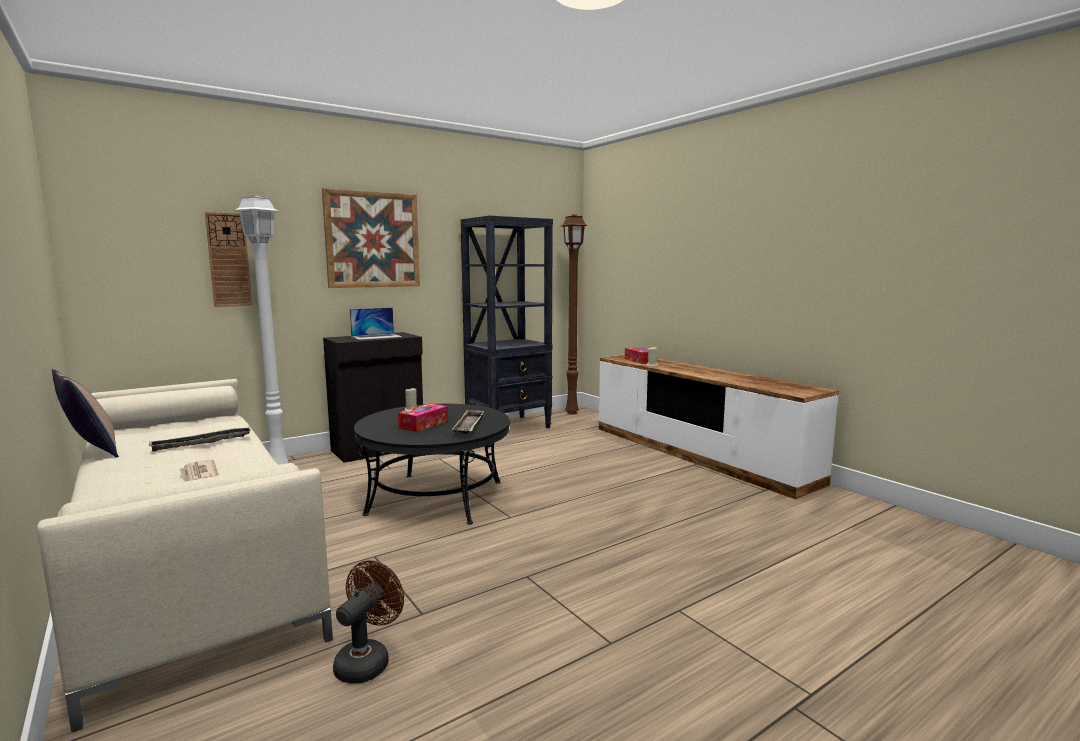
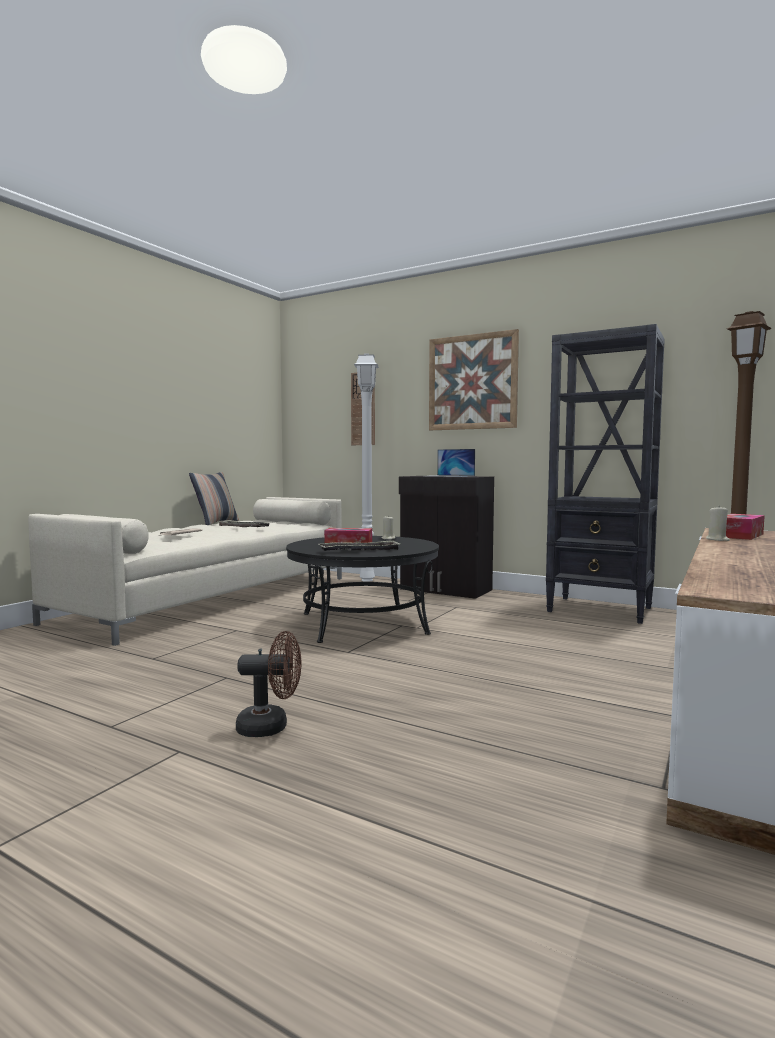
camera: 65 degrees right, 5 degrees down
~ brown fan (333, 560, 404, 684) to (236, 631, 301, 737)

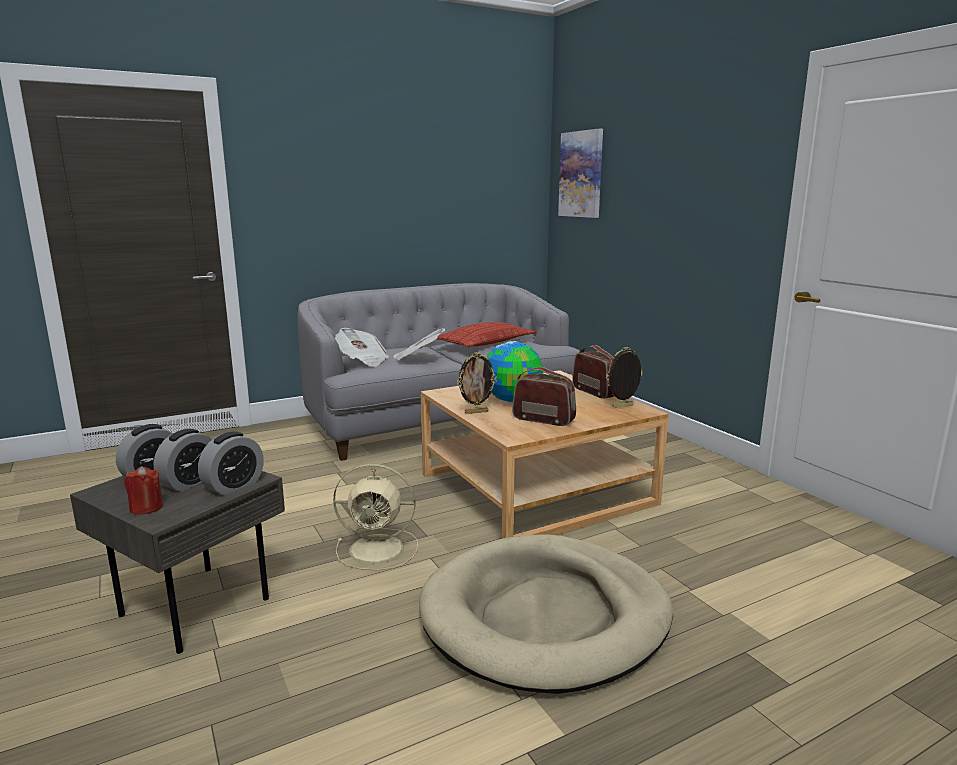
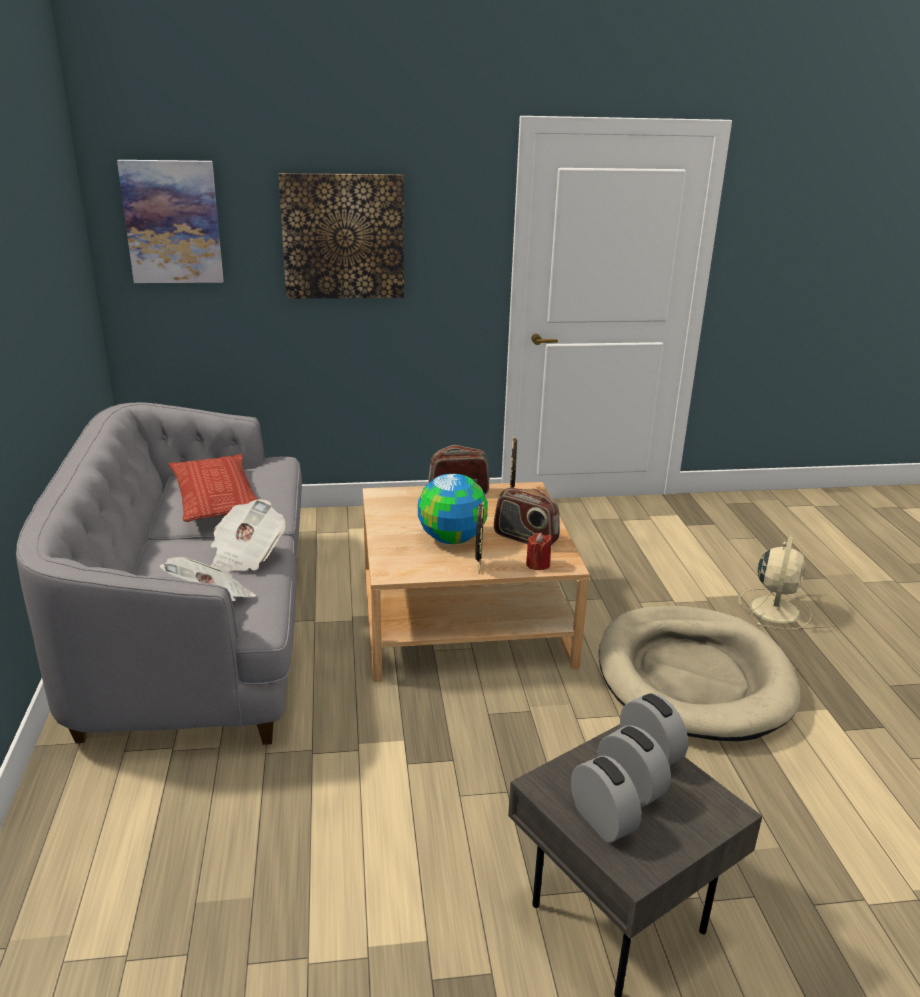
camera: 70 degrees left, 10 degrees up
~ red candle (124, 466, 163, 515) to (526, 533, 552, 570)
~ beige fan (333, 464, 418, 570) to (739, 534, 812, 630)
~ radio (512, 367, 576, 426) = (494, 488, 560, 545) 105 degrees counterclockwise
+ picture (279, 173, 404, 299)

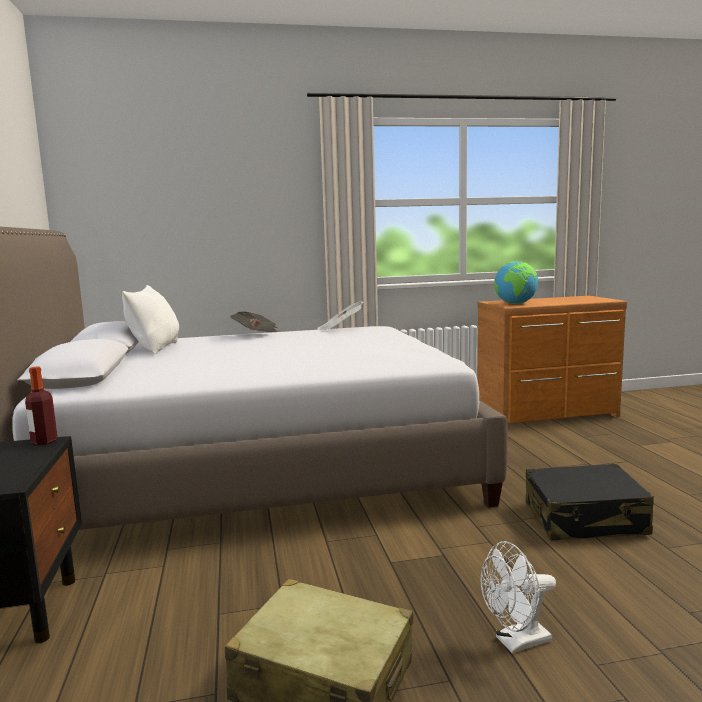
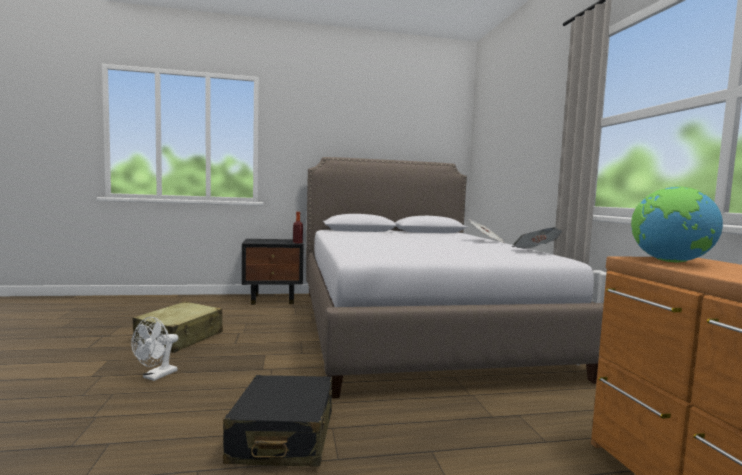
camera: 90 degrees right, 5 degrees down
- white pillow (122, 285, 179, 354)
~ white fan (480, 541, 556, 653) = (131, 317, 178, 381) 135 degrees counterclockwise

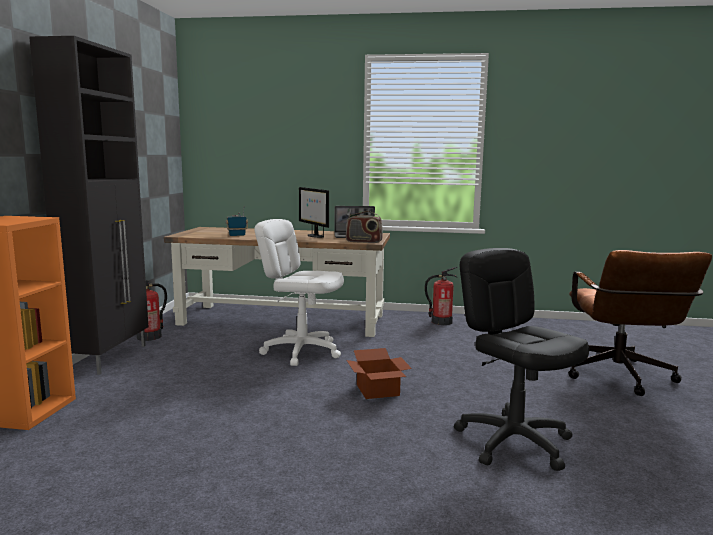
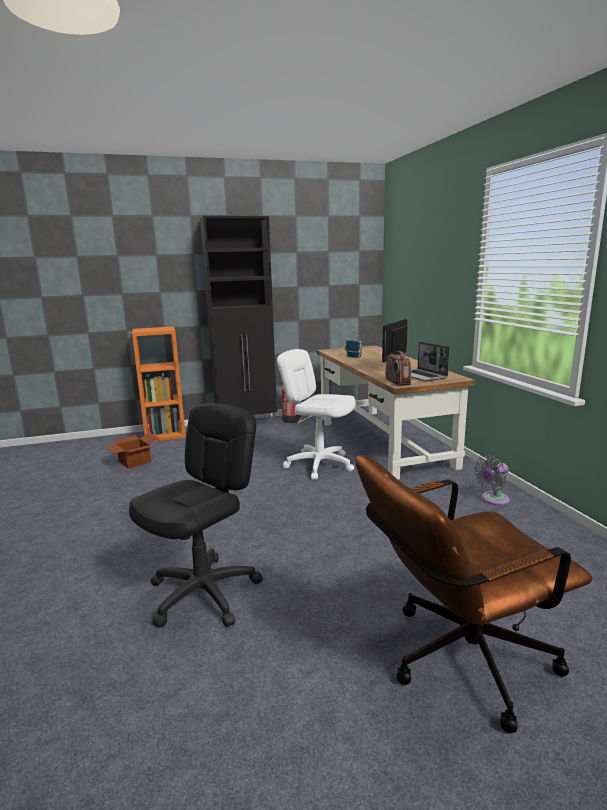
camera: 65 degrees right, 5 degrees up
~ white office chair (255, 219, 344, 366) = (277, 349, 356, 480) 60 degrees counterclockwise
~ cardboard box (346, 348, 412, 399) to (105, 432, 159, 468)
~ fire extinguisher (425, 267, 457, 325) to grey fan (474, 456, 510, 505)

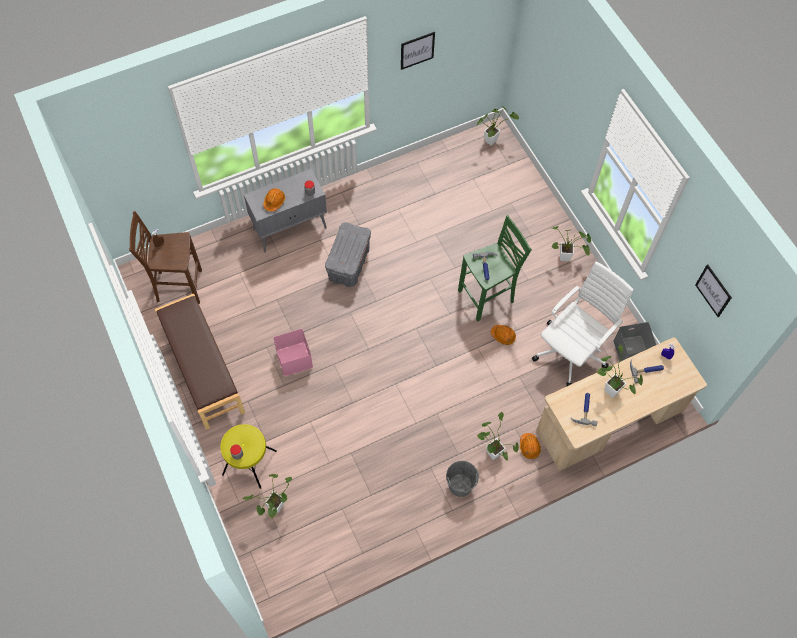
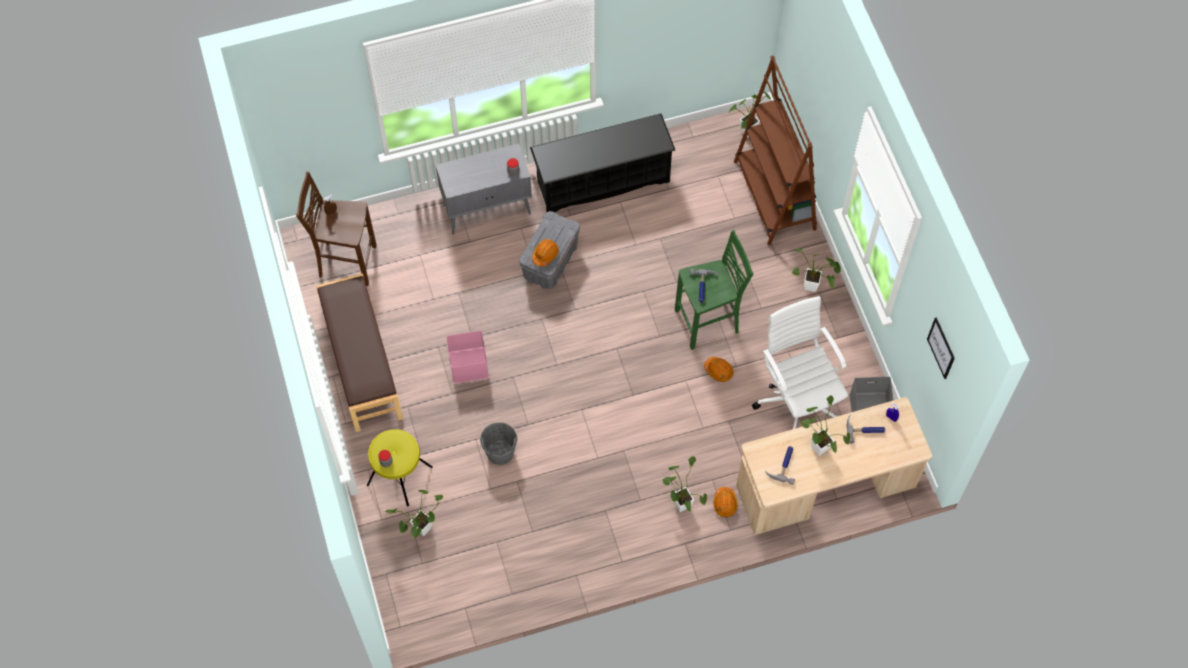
camera: 10 degrees right, 0 degrees up
~ orange hard hat (263, 188, 285, 212) to (532, 239, 559, 266)
- picture (401, 32, 435, 70)
~ grey bucket (446, 461, 479, 497) to (480, 422, 518, 465)
~ white office chair (532, 261, 634, 386) = (752, 296, 848, 429) 75 degrees counterclockwise
+ black shoe rack (530, 113, 675, 213)
+ brown bookcase (734, 55, 817, 245)

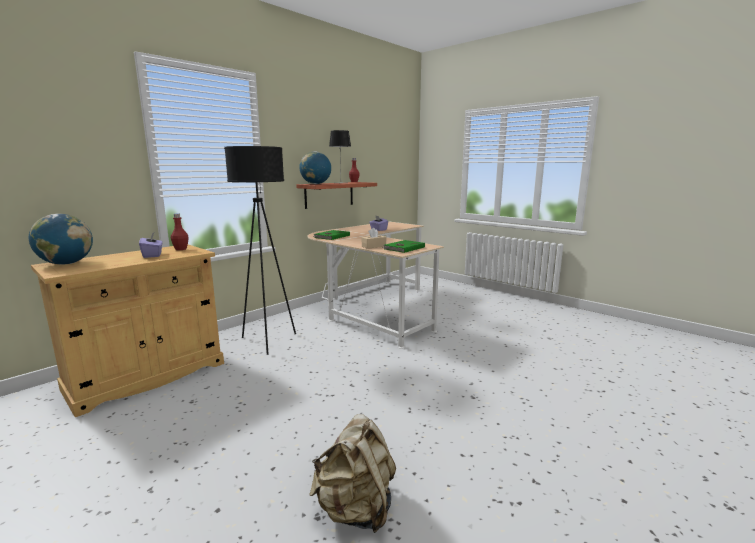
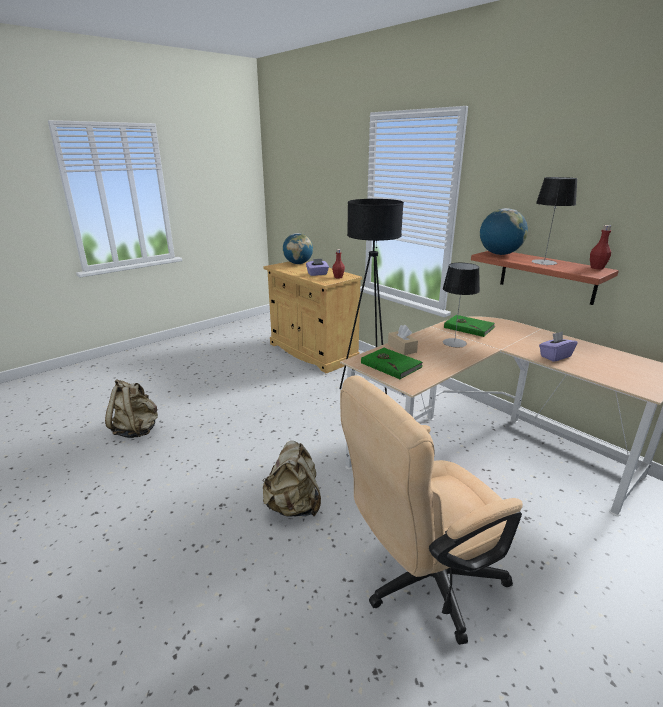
camera: 95 degrees right, 10 degrees up
+ beige backpack (262, 441, 321, 517)
+ beige office chair (340, 375, 523, 645)
+ table lamp (443, 263, 480, 347)

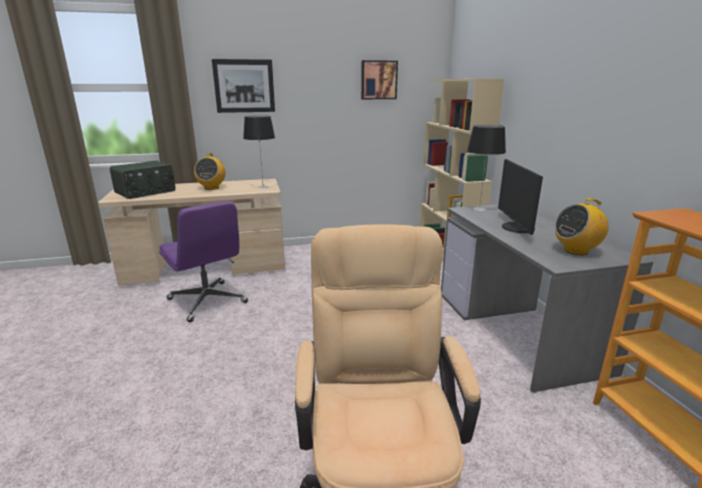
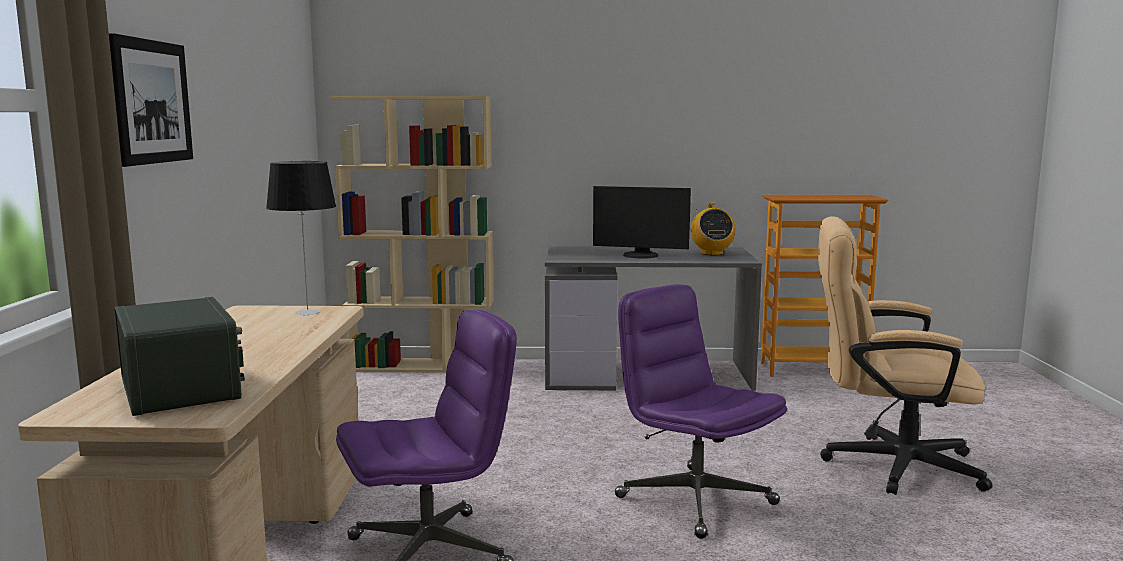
camera: 75 degrees left, 10 degrees down
- radio (194, 153, 226, 190)
- picture (361, 60, 398, 99)
- table lamp (467, 125, 506, 211)
+ purple office chair (615, 284, 787, 539)

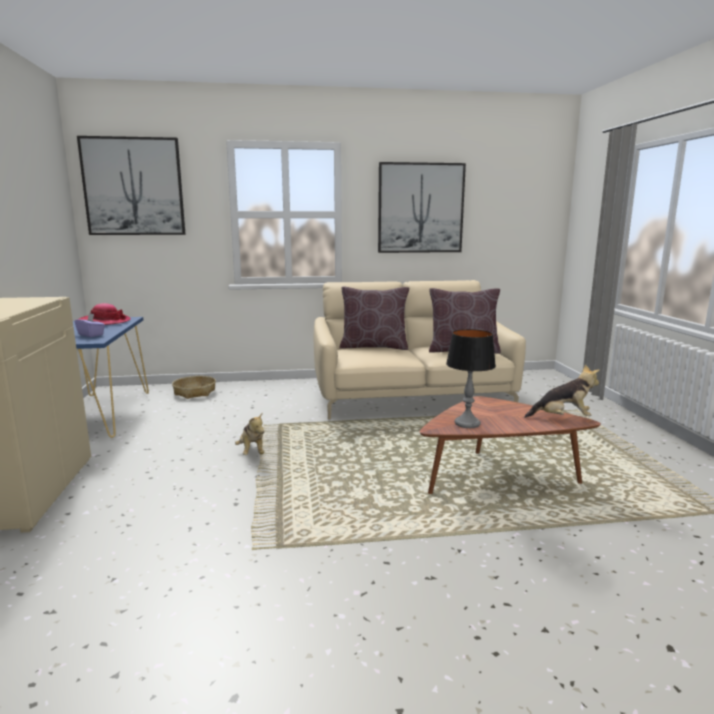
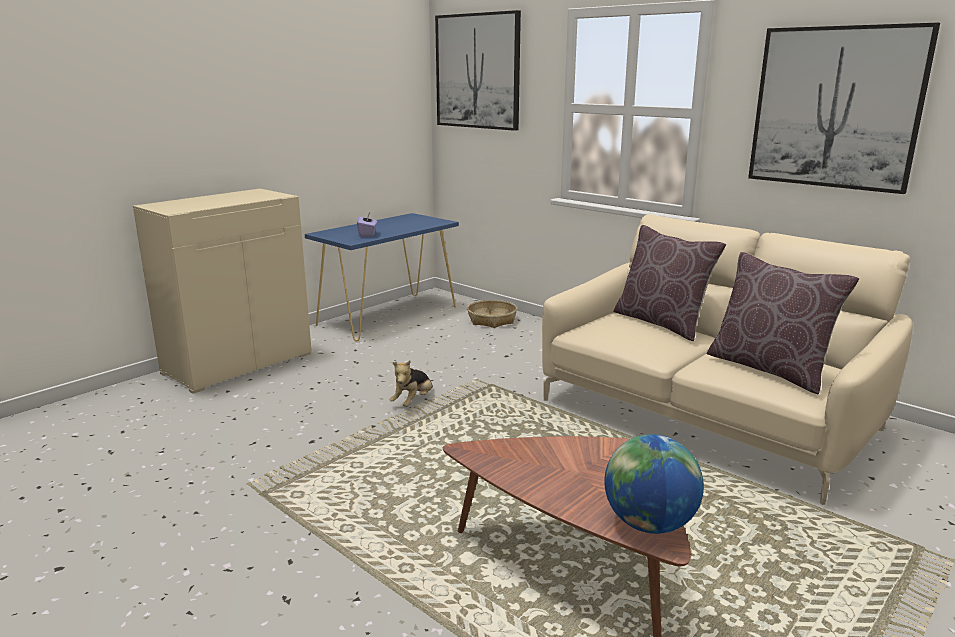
camera: 50 degrees right, 5 degrees up
- hat (79, 303, 131, 325)
- table lamp (446, 329, 496, 428)
~ plush toy (524, 364, 599, 418) to globe (604, 434, 704, 534)

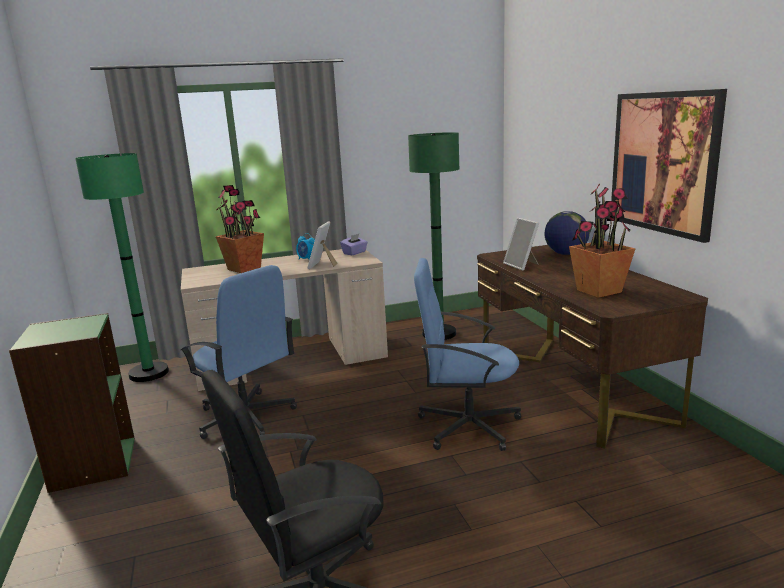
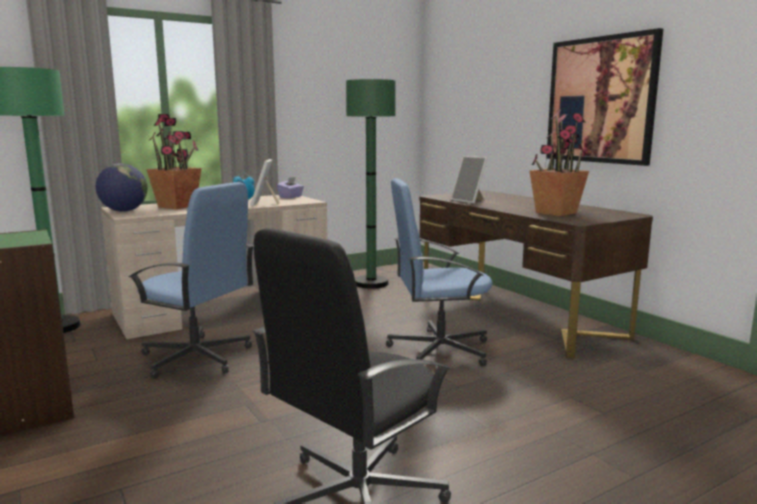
camera: 15 degrees left, 5 degrees down
~ globe (545, 211, 590, 255) to (96, 163, 148, 212)

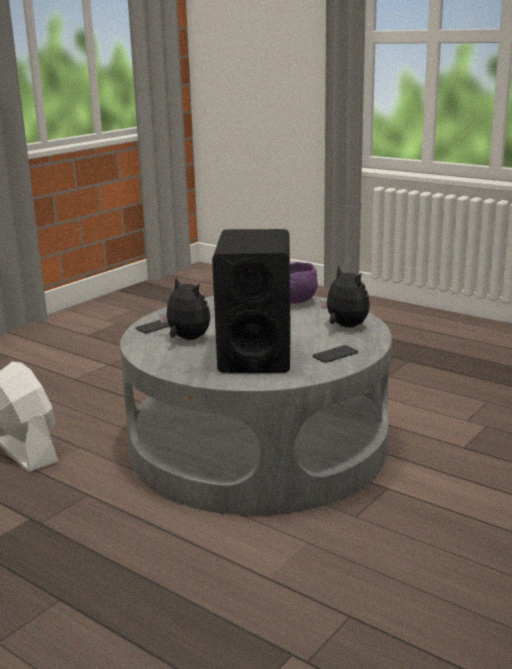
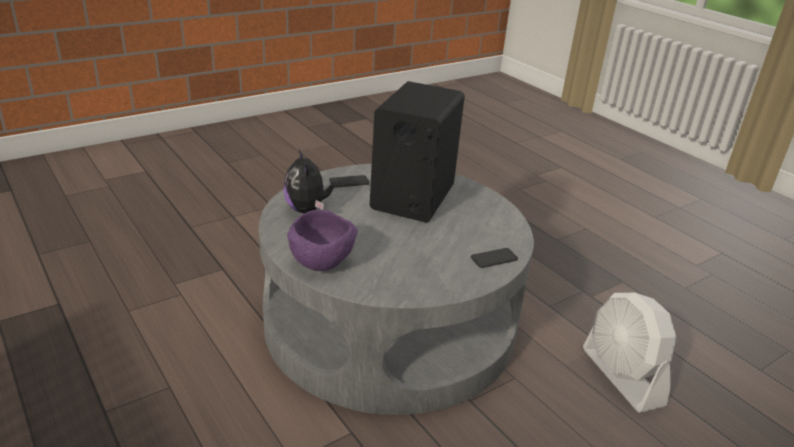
camera: 165 degrees left, 10 degrees up
- plush toy (160, 277, 211, 340)

